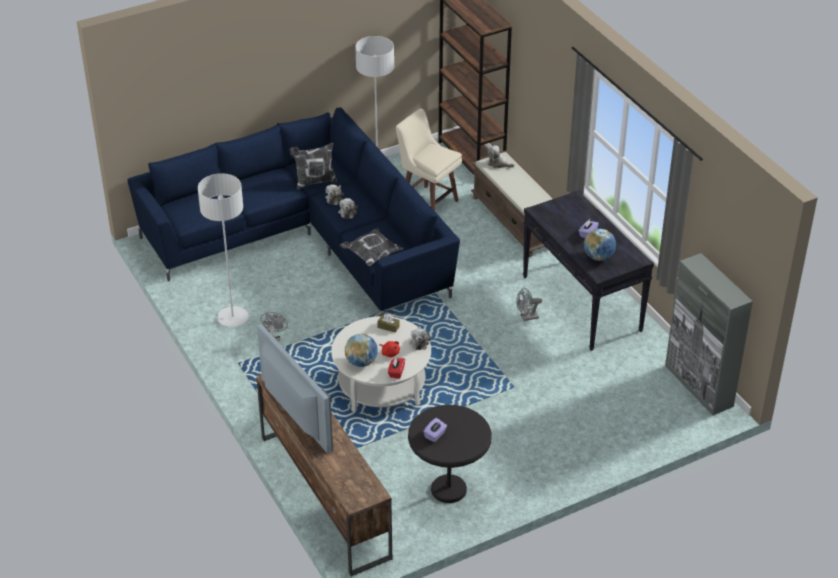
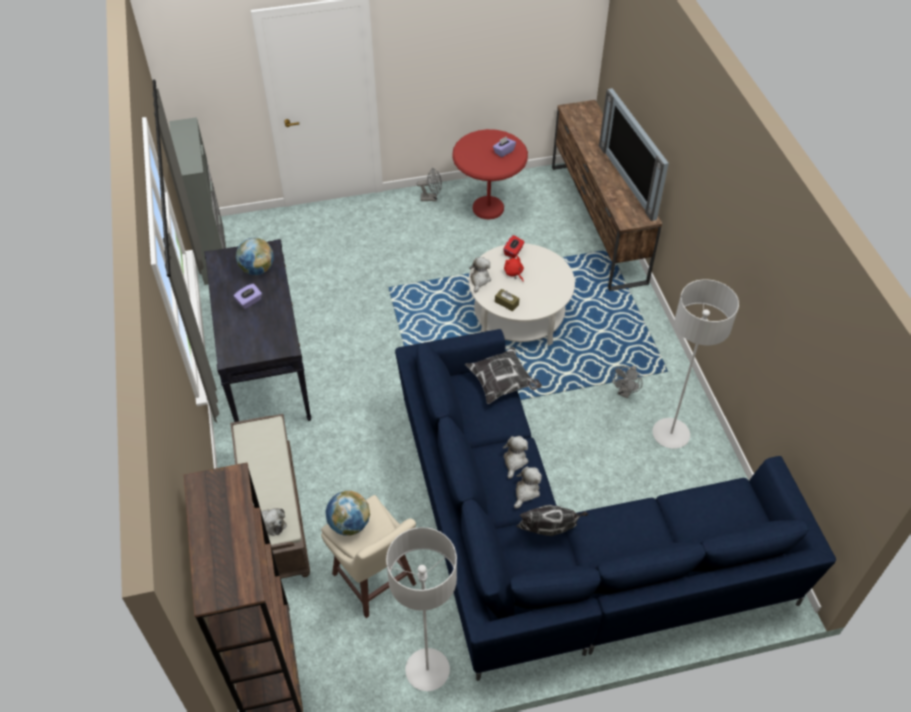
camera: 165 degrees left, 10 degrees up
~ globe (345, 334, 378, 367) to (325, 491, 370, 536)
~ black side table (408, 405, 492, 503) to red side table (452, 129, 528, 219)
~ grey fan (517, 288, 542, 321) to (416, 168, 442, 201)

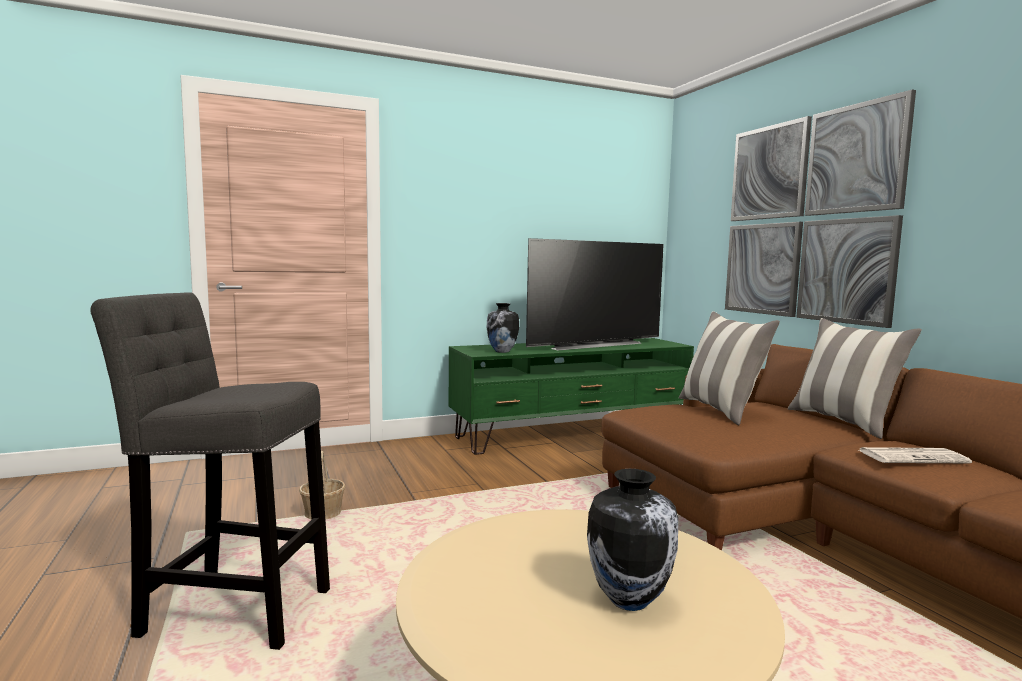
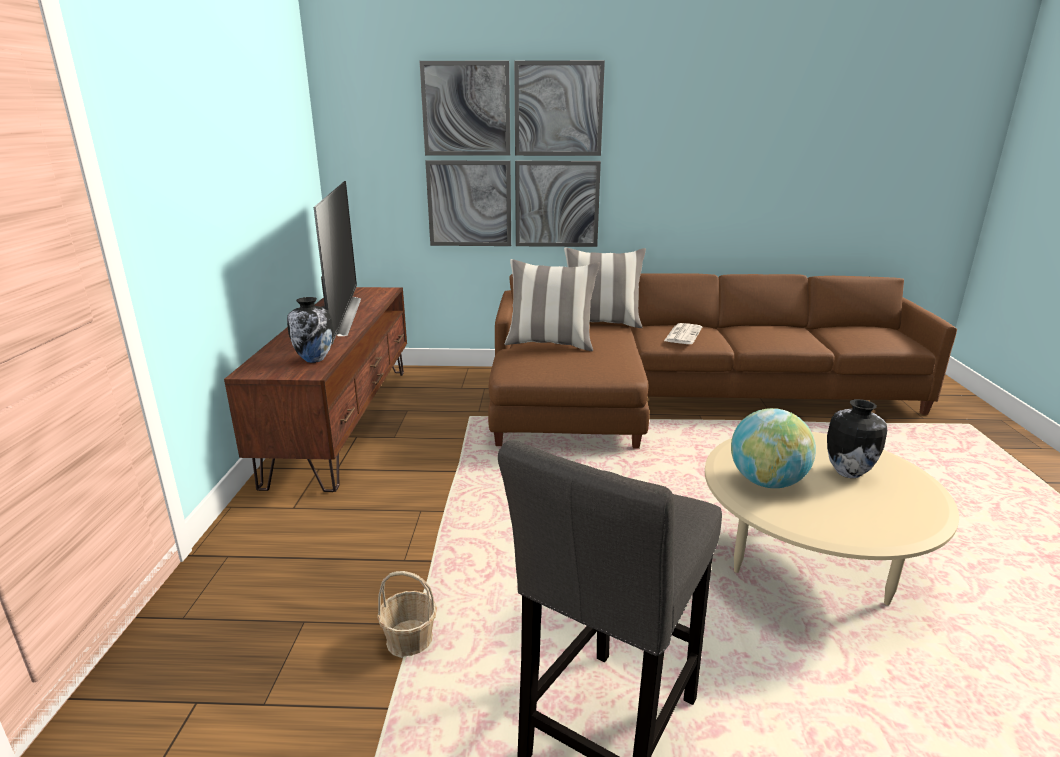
camera: 65 degrees left, 15 degrees up
~ green tv stand (449, 338, 694, 455) to brown tv stand (224, 287, 407, 492)
+ globe (731, 408, 816, 488)

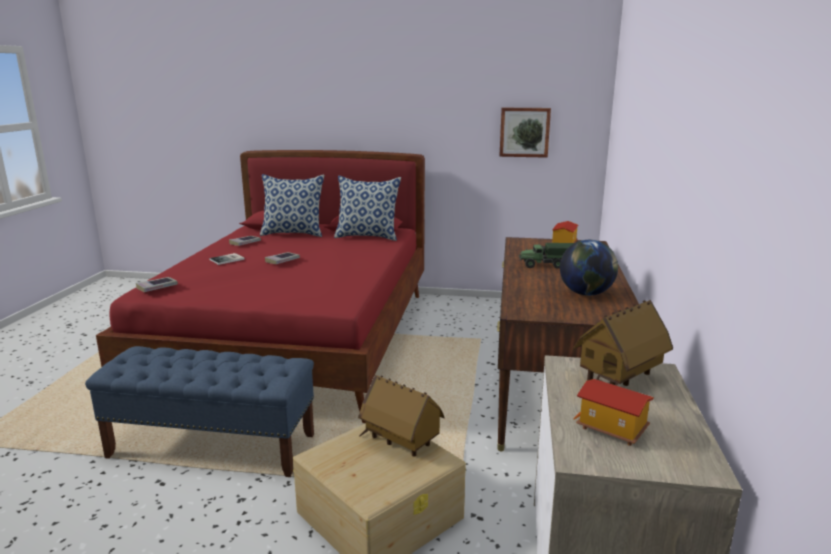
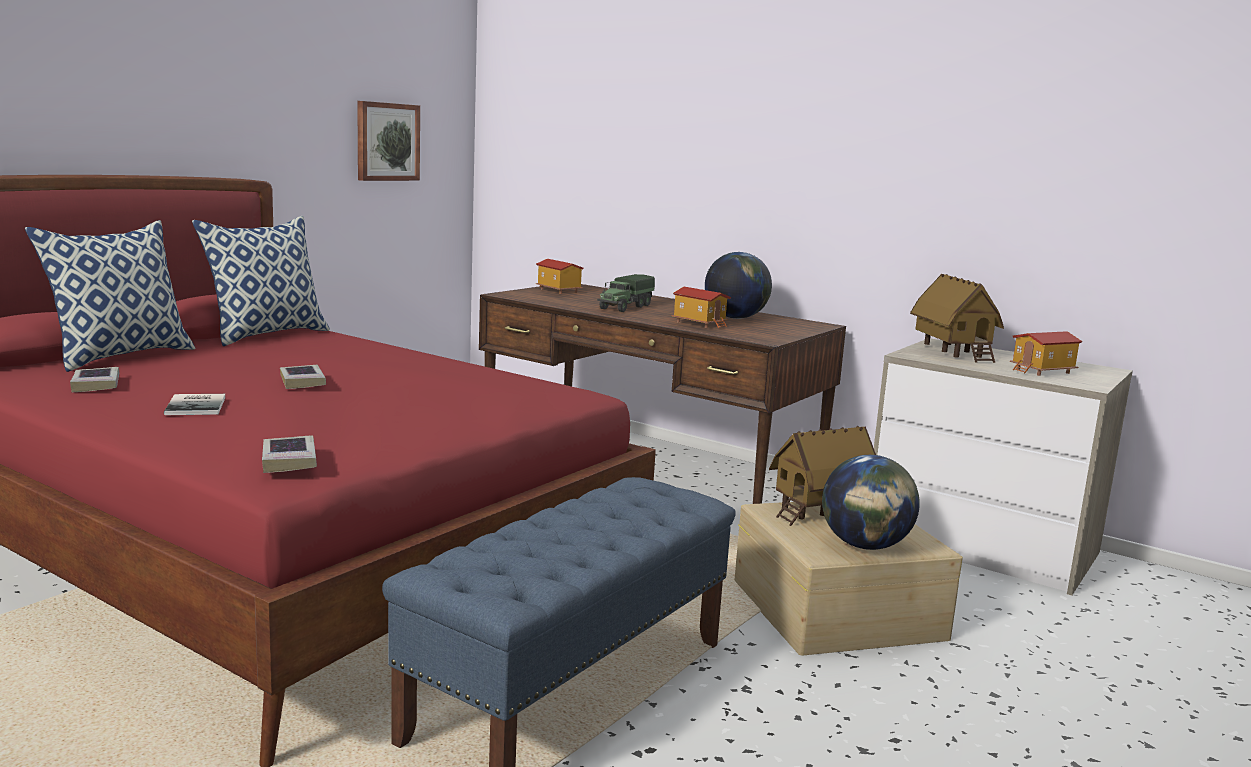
camera: 65 degrees left, 5 degrees down
+ toy house (671, 287, 731, 328)
+ globe (822, 455, 920, 550)

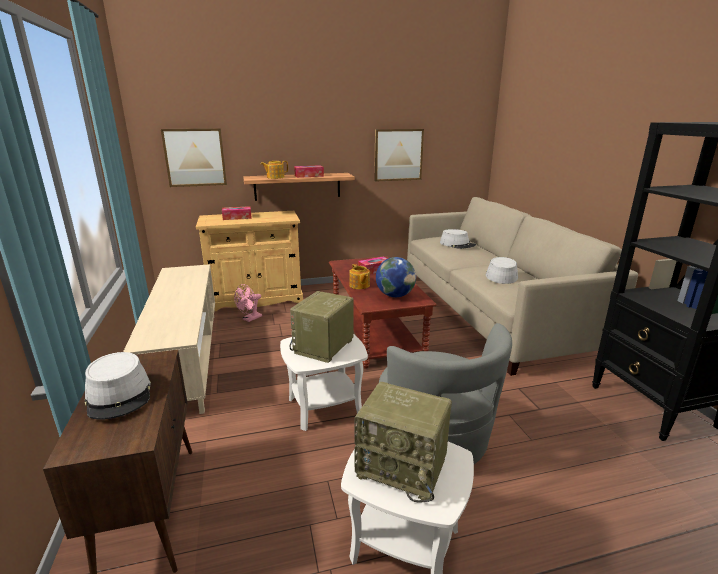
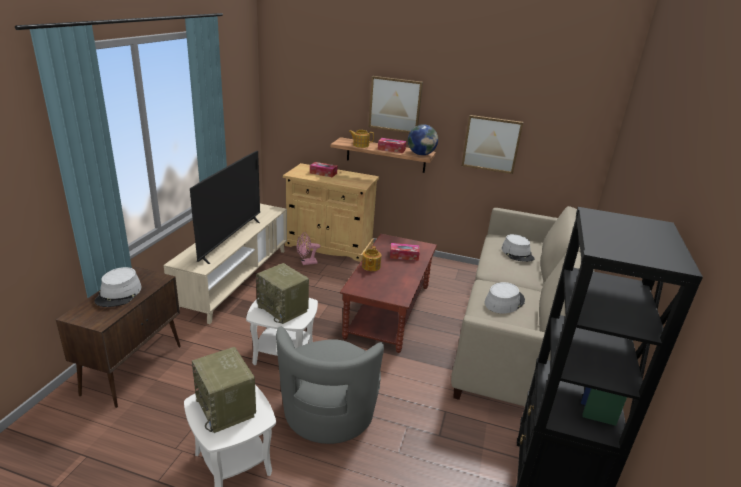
camera: 30 degrees right, 5 degrees up
~ picture (161, 128, 227, 187) to (369, 76, 423, 133)
~ radio (290, 291, 354, 363) = (256, 263, 309, 324) 105 degrees counterclockwise
~ globe (376, 257, 416, 297) to (408, 124, 438, 155)
+ television (190, 151, 260, 264)

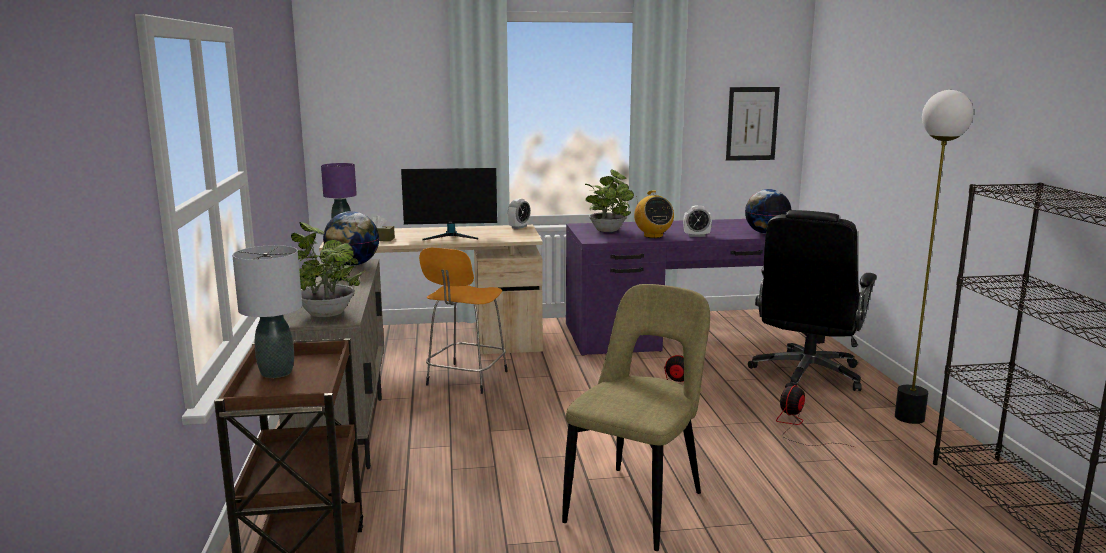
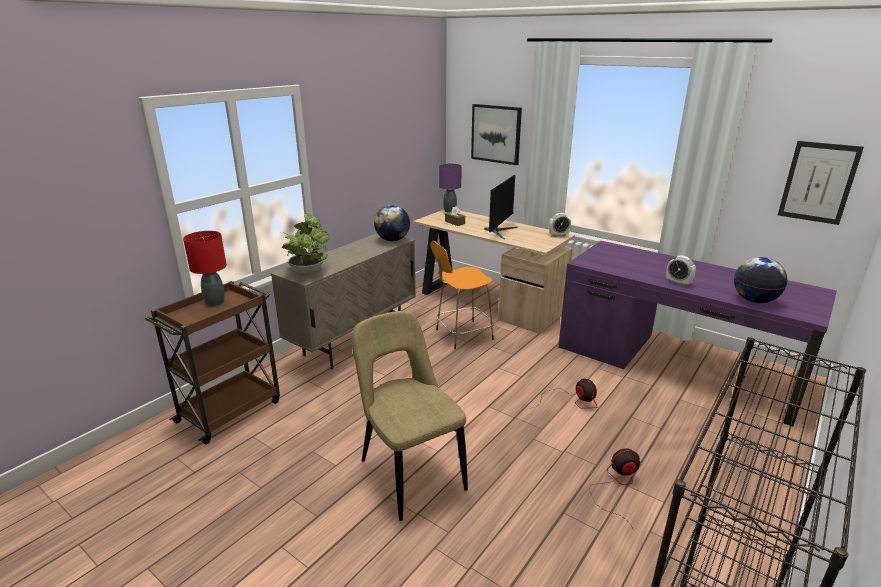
camera: 45 degrees right, 10 degrees up
~ grey table lamp (232, 245, 302, 378) to red table lamp (183, 231, 227, 306)
~ monitor (401, 168, 497, 240) = (484, 175, 518, 239) 105 degrees counterclockwise
~ beige chair (562, 284, 710, 551) = (351, 311, 468, 521) 105 degrees counterclockwise
- potted plant (585, 169, 634, 232)
- radio (634, 190, 674, 238)
- black office chair (748, 210, 877, 391)
- floor lamp (895, 90, 973, 424)
+ picture (471, 104, 522, 165)

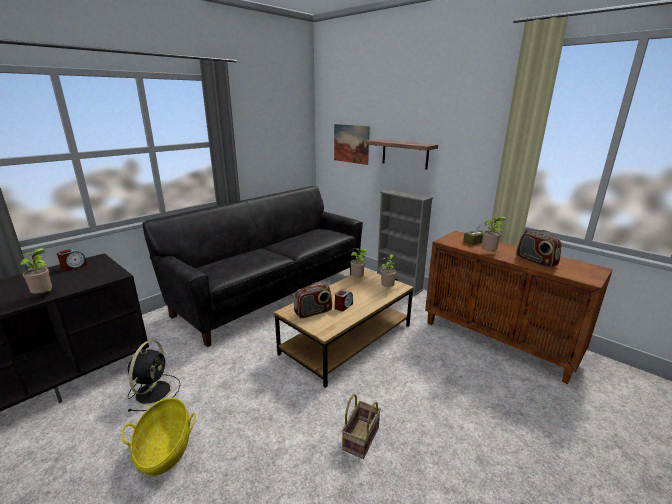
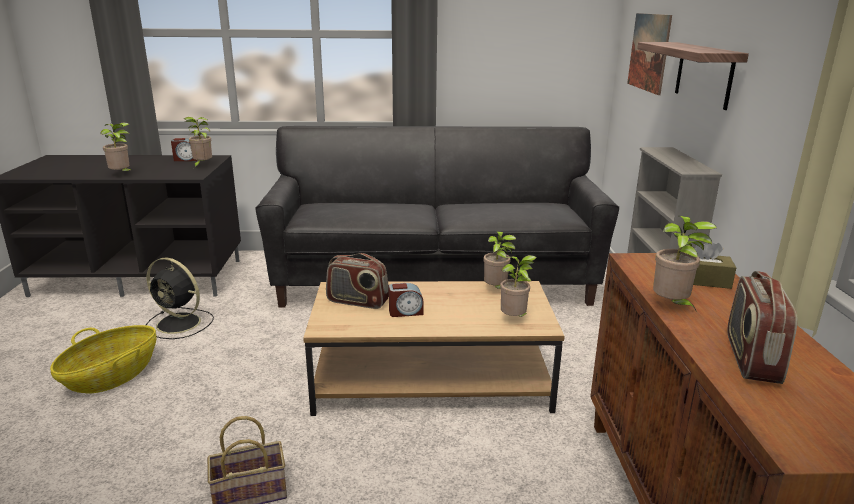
camera: 45 degrees right, 0 degrees up
~ black fan (127, 340, 180, 412) = (146, 258, 214, 339) 60 degrees clockwise
+ potted plant (184, 117, 212, 168)

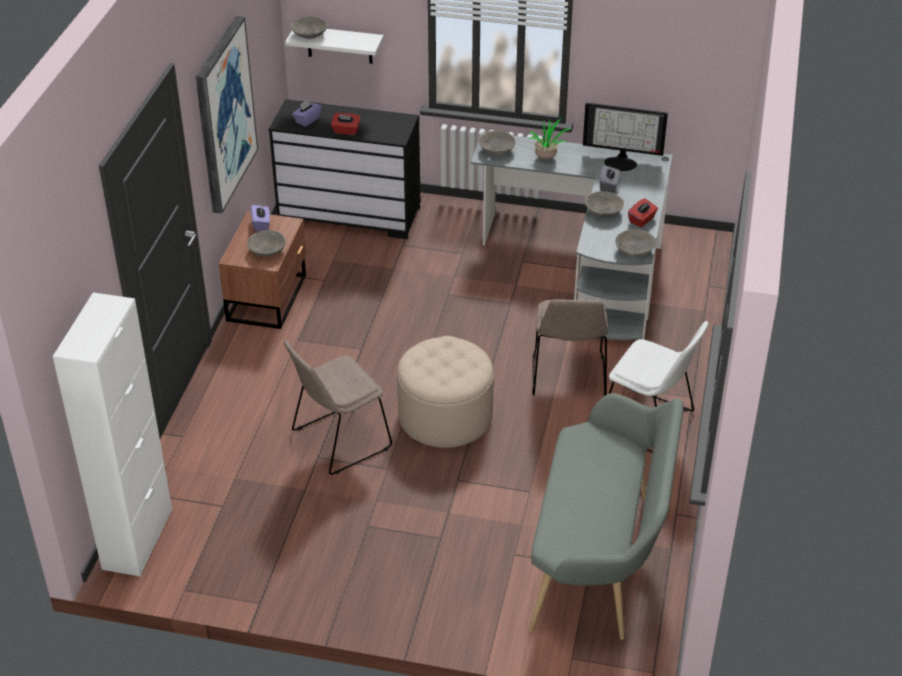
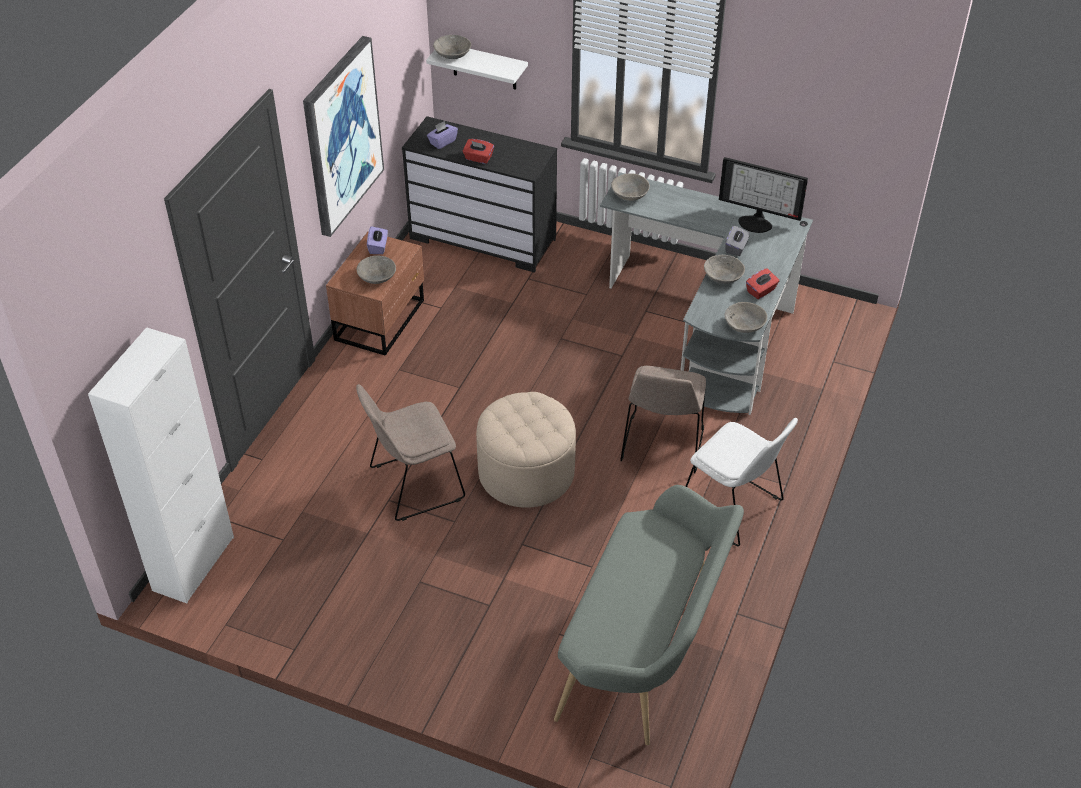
camera: 10 degrees right, 5 degrees up
- potted plant (529, 118, 571, 159)

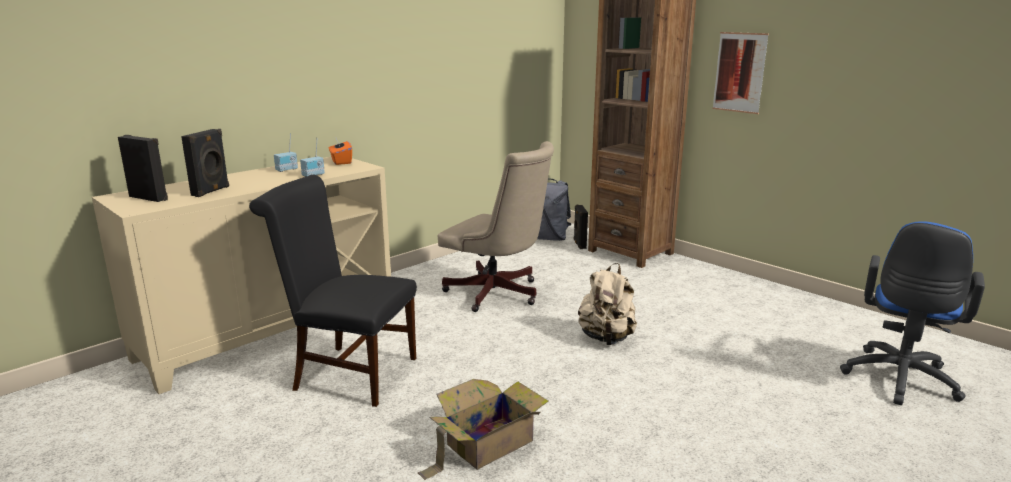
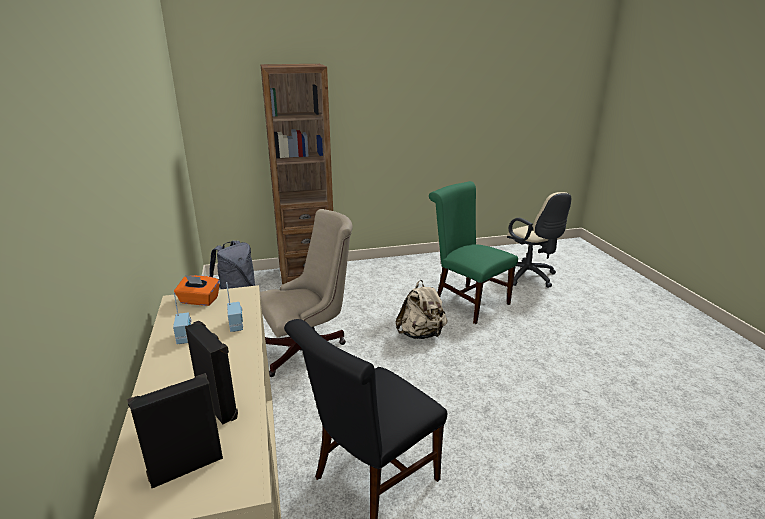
camera: 60 degrees left, 5 degrees up
- cardboard box (418, 379, 549, 480)
- black speaker (574, 205, 588, 249)
- picture (713, 32, 769, 114)
~ blue office chair (840, 221, 985, 405) to beige office chair (507, 192, 571, 288)
+ green chair (429, 181, 518, 324)

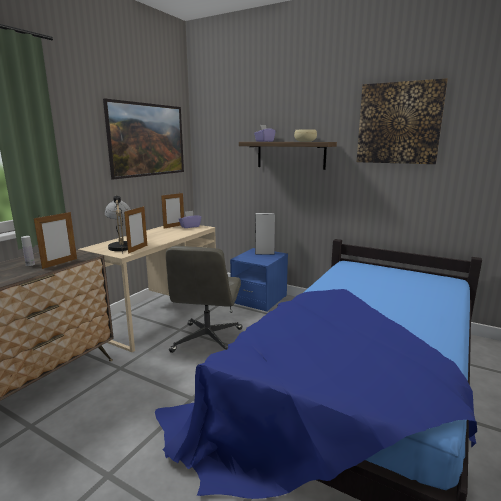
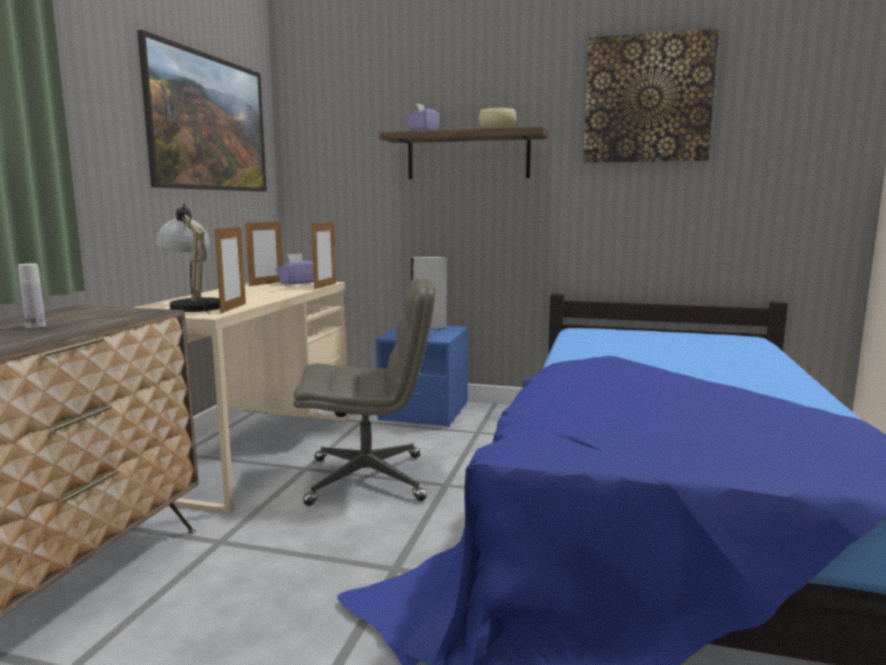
camera: 15 degrees left, 5 degrees down
~ picture frame (34, 211, 77, 269) to (312, 220, 336, 289)
~ grey office chair (166, 246, 242, 353) = (293, 278, 436, 506) 90 degrees counterclockwise

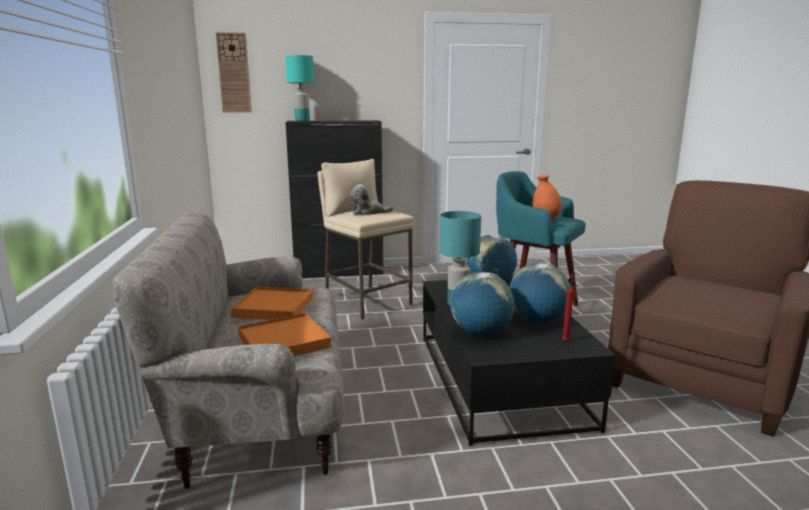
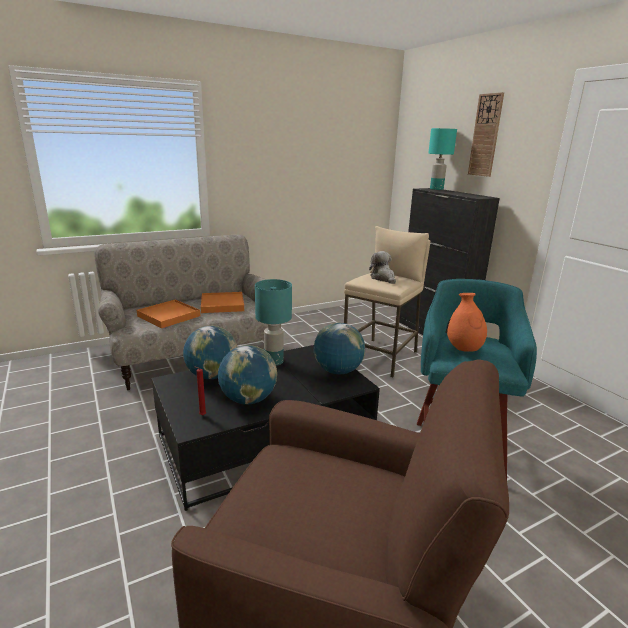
camera: 70 degrees right, 5 degrees up
~ wall clock (216, 32, 252, 113) to (468, 92, 504, 177)

